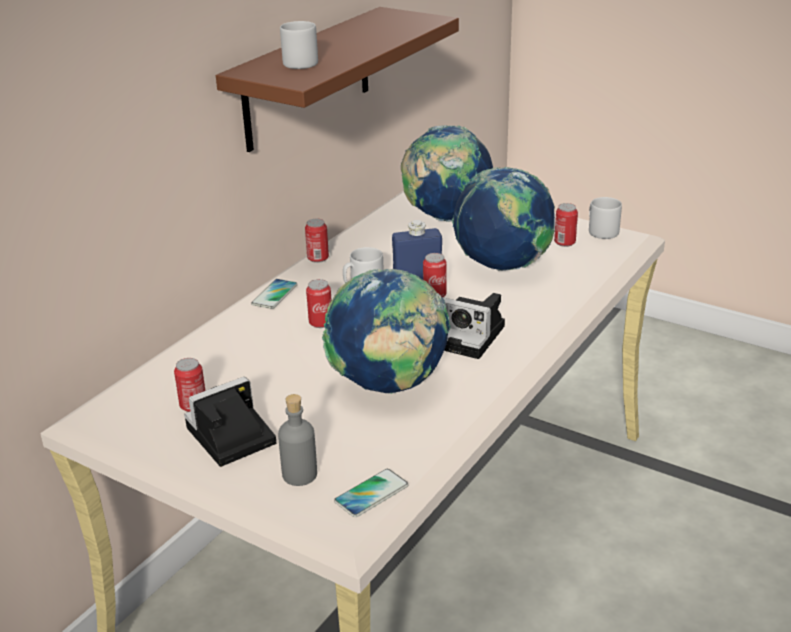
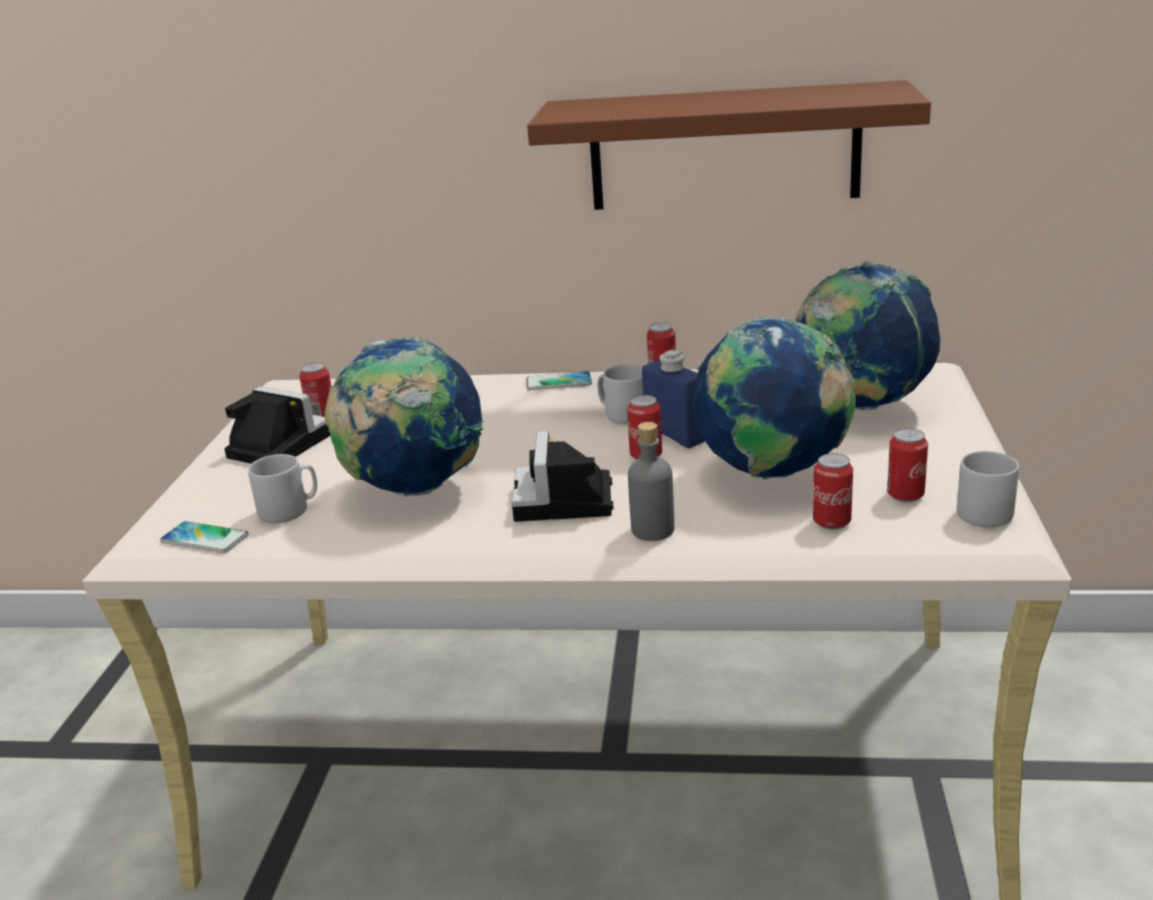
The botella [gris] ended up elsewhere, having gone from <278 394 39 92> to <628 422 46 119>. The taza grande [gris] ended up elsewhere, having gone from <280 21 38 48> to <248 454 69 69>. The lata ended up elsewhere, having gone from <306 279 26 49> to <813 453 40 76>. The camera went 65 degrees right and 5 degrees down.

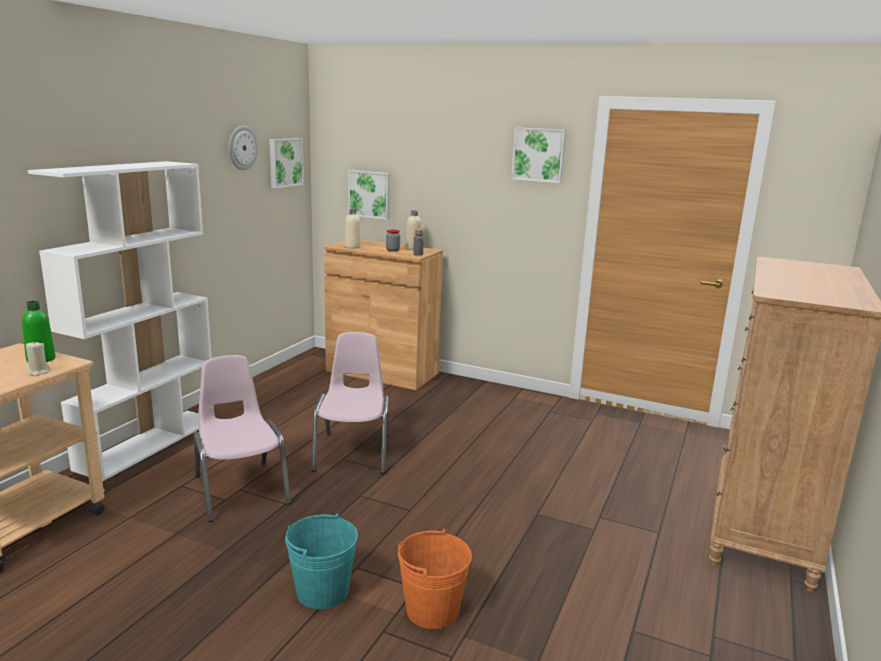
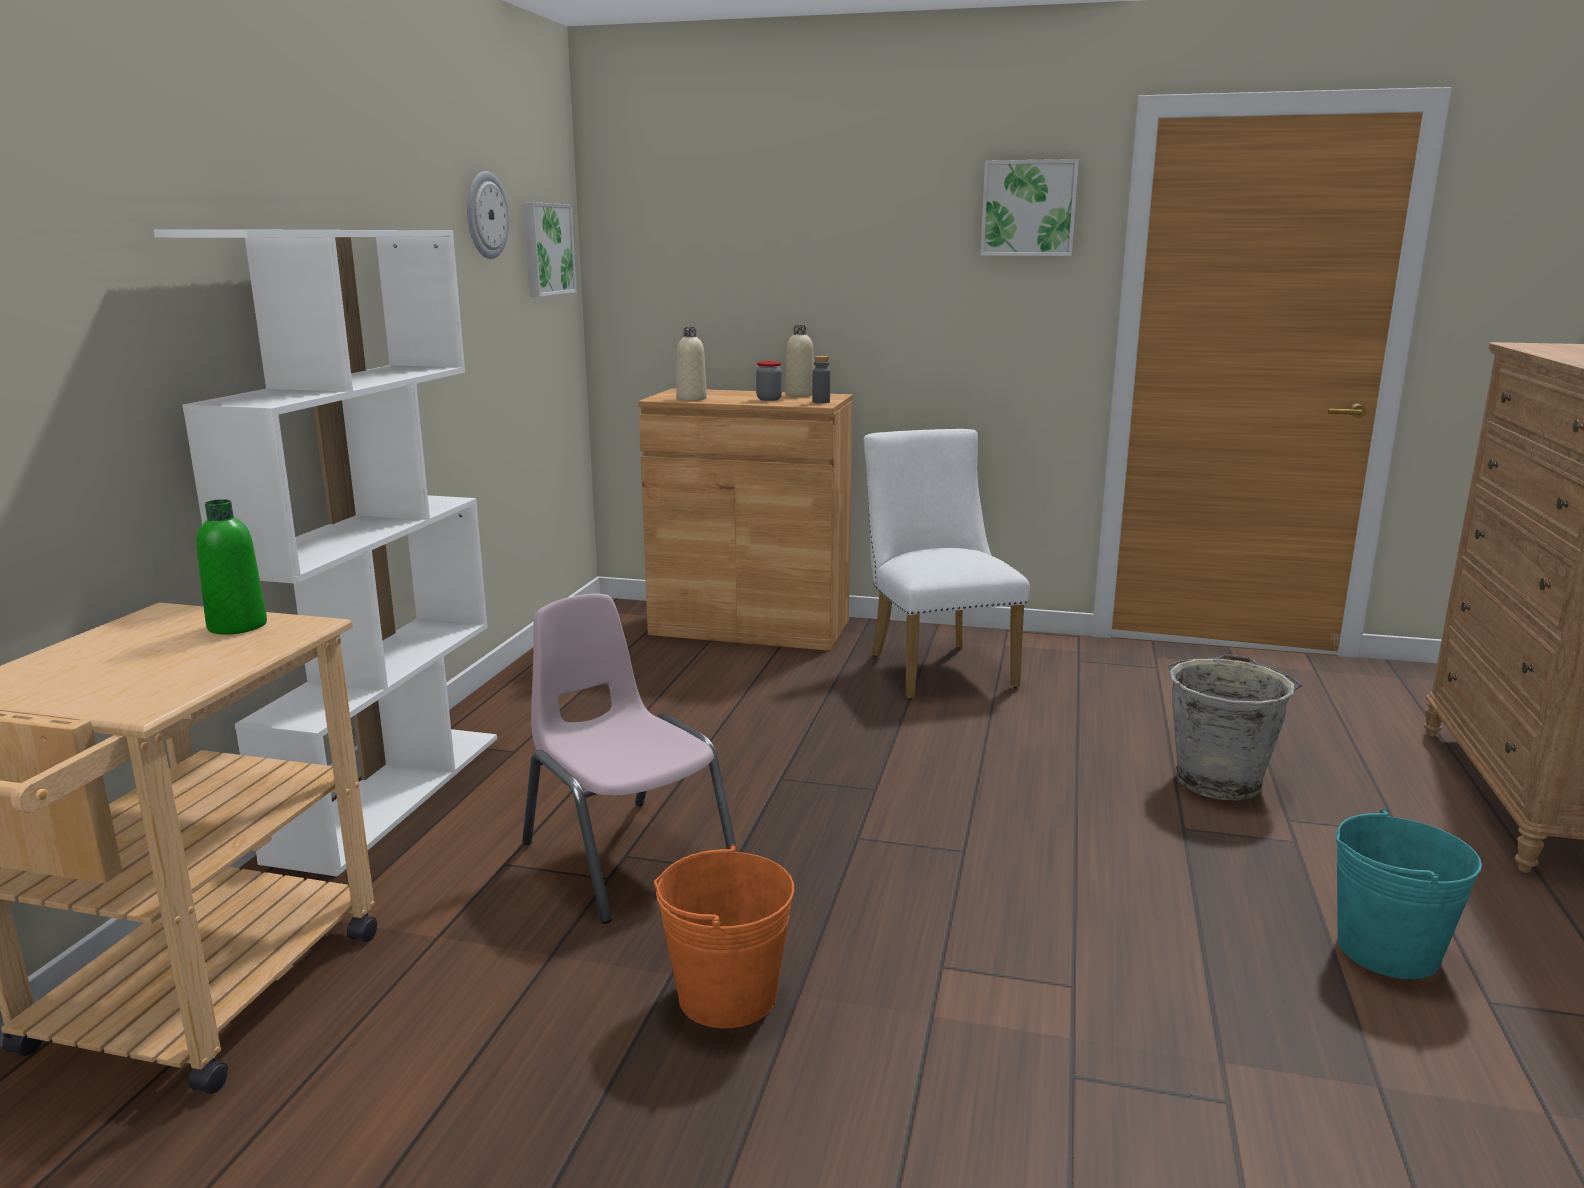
The second view lost the vela [beis] at <26 341 25 35>. The cubo [turquesa] ended up elsewhere, having gone from <285 513 73 96> to <1336 809 146 170>. The second view lost the silla [rosa] at <311 332 78 142>. The second view lost the cuadro at <348 170 42 50>. The cubo [naranja] ended up elsewhere, having gone from <398 529 74 100> to <654 844 140 184>. The second view gained the silla [blanco] at <864 429 166 270>. The second view gained the cubo [gris] at <1168 654 134 147>. The camera went 10 degrees left and 0 degrees up.

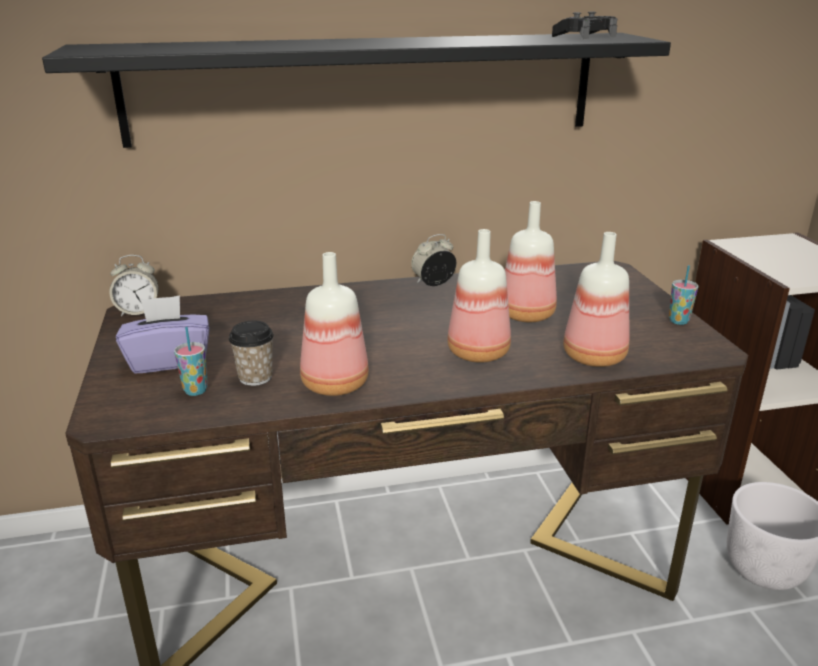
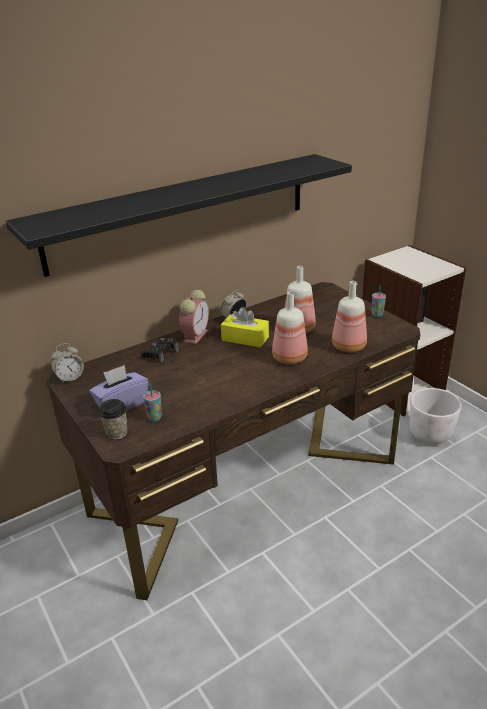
The taza ended up elsewhere, having gone from <229 320 45 66> to <99 399 29 41>. The second view lost the botella at <300 252 69 144>. The mando de consola [negro] ended up elsewhere, having gone from <552 11 65 28> to <141 337 38 26>. The second view gained the despertador at <179 290 30 54>. The second view gained the caja de pañuelos [amarillo] at <221 307 48 41>. The camera went 20 degrees left and 5 degrees up.

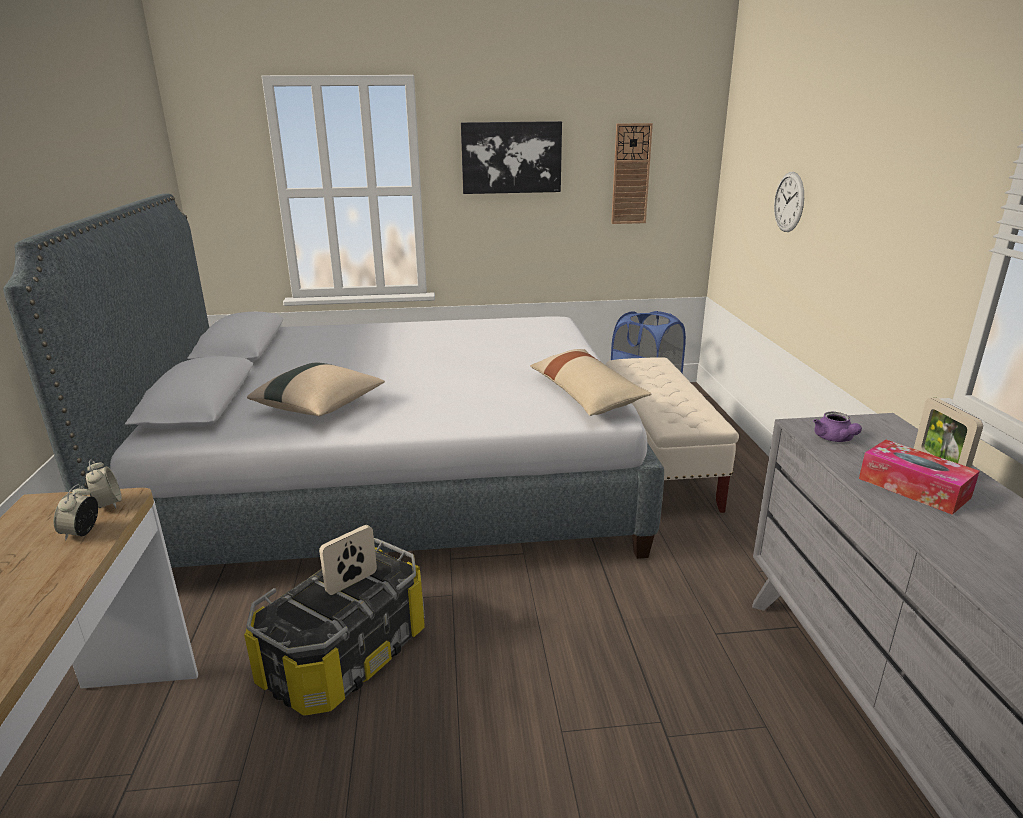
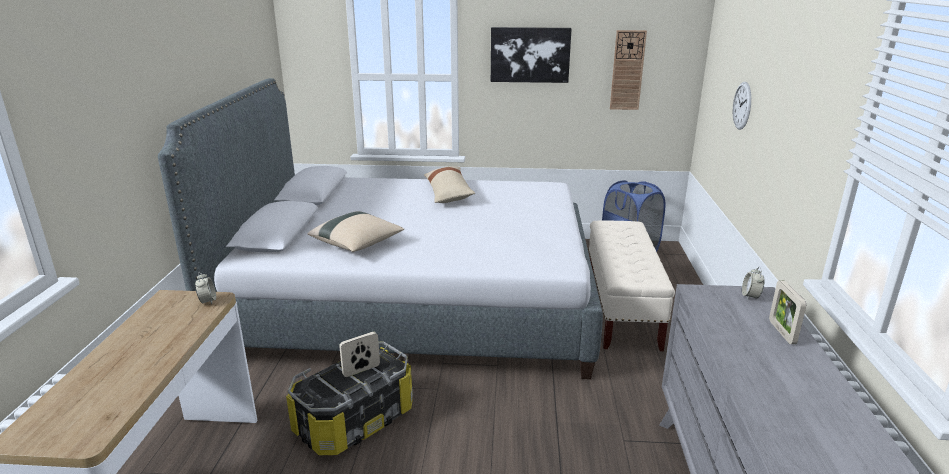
The despertador ended up elsewhere, having gone from <54 484 44 57> to <742 267 22 33>. The cojín [beis] ended up elsewhere, having gone from <530 349 121 67> to <424 166 51 37>. The second view lost the tetera [morado] at <813 412 49 30>. The second view lost the caja de pañuelos at <859 440 121 75>. The camera went 10 degrees right and 0 degrees up.

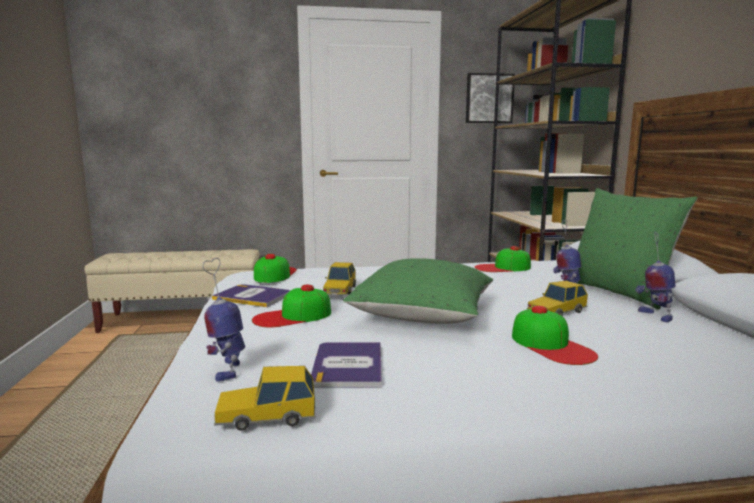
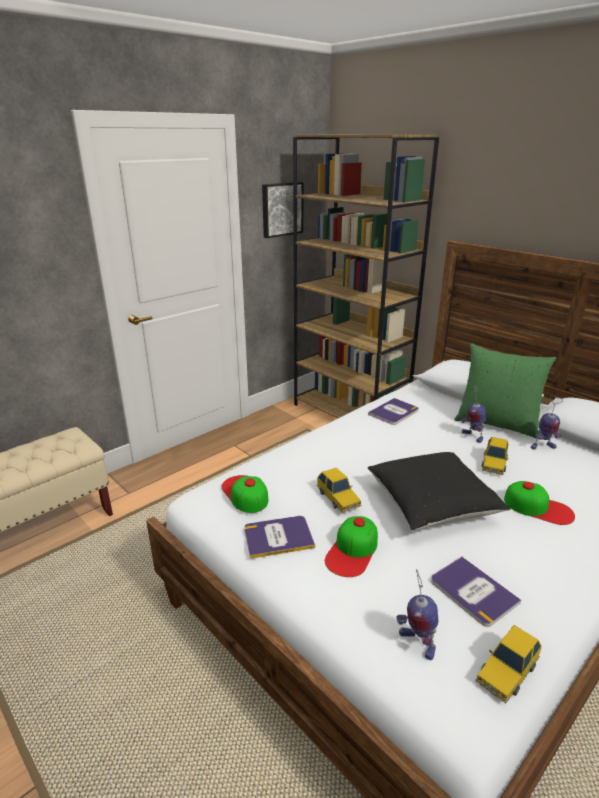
What was the cojín [verde] at <343 258 150 66> turned into the cojín [negro] at <368 452 143 79>. Where the gorra stood at <475 246 56 26>, the libro came to stand at <368 398 50 27>. The robot de juguete at <635 231 40 91> ended up facing another way, 45 degrees counterclockwise from before. The camera went 35 degrees left and 15 degrees up.

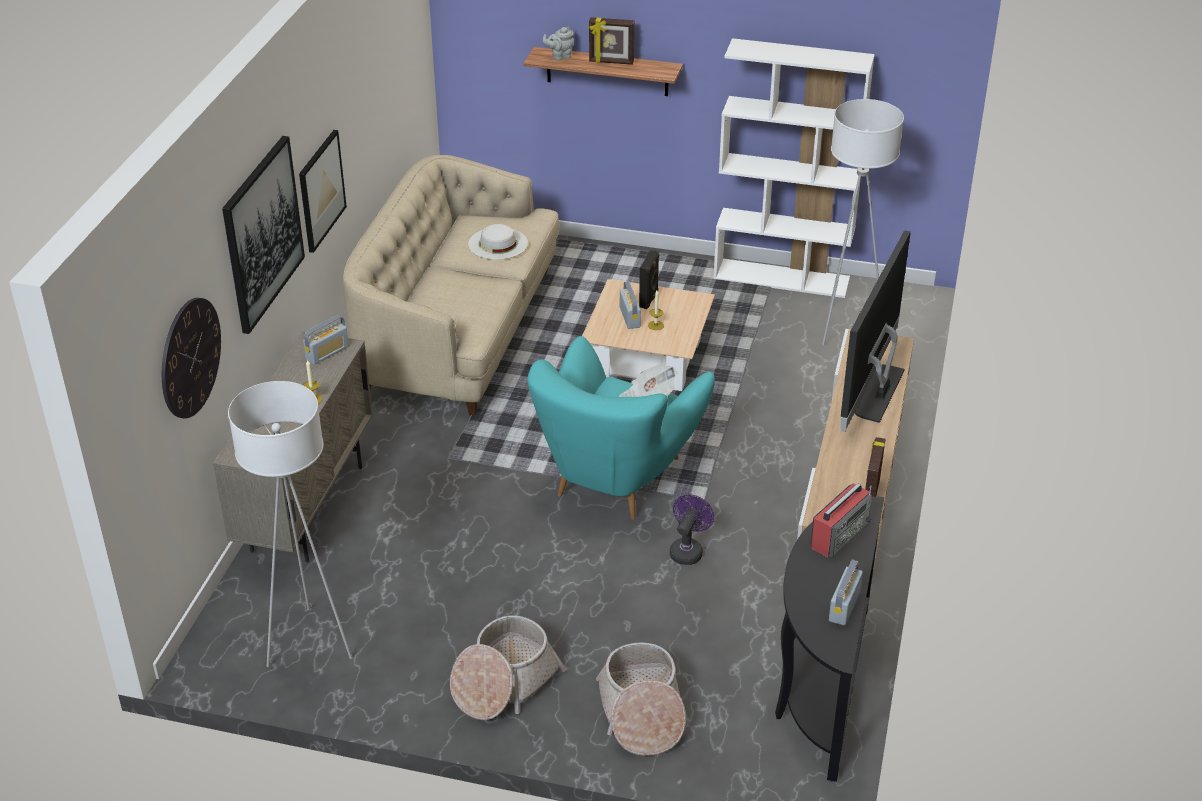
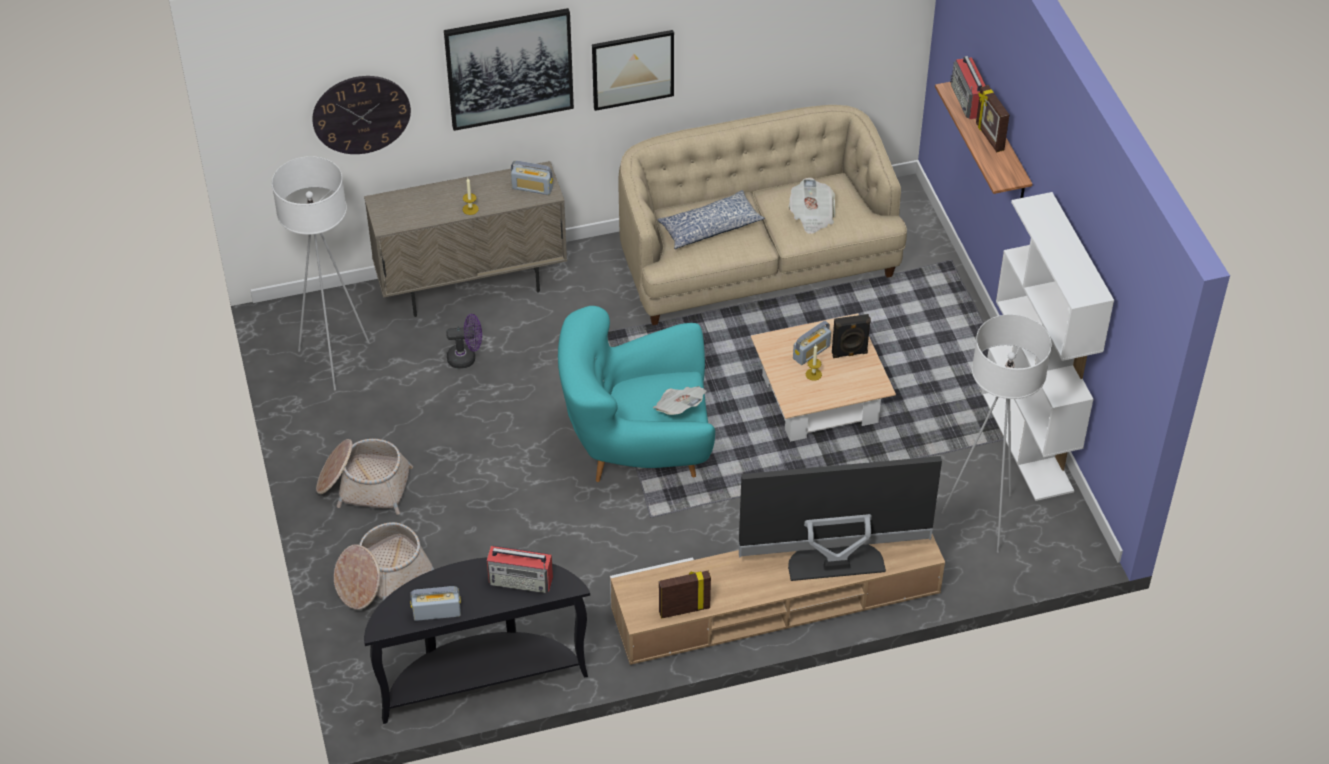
Where the sombrero [blanco] stood at <468 224 60 36>, the periódico came to stand at <788 178 47 56>. Where the tetera [gris] stood at <543 27 31 33>, the radio came to stand at <950 56 37 63>. The ventilador [morado] ended up elsewhere, having gone from <670 494 44 71> to <446 314 36 55>. The second view gained the cojín at <657 190 108 59>. The camera went 60 degrees right and 10 degrees up.

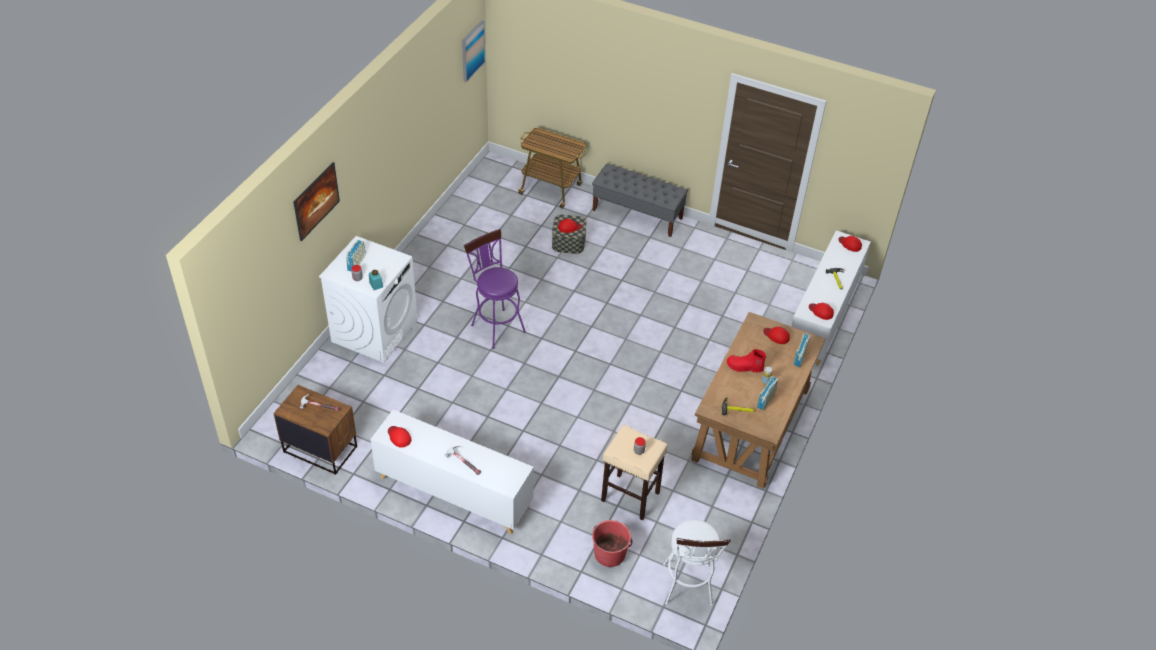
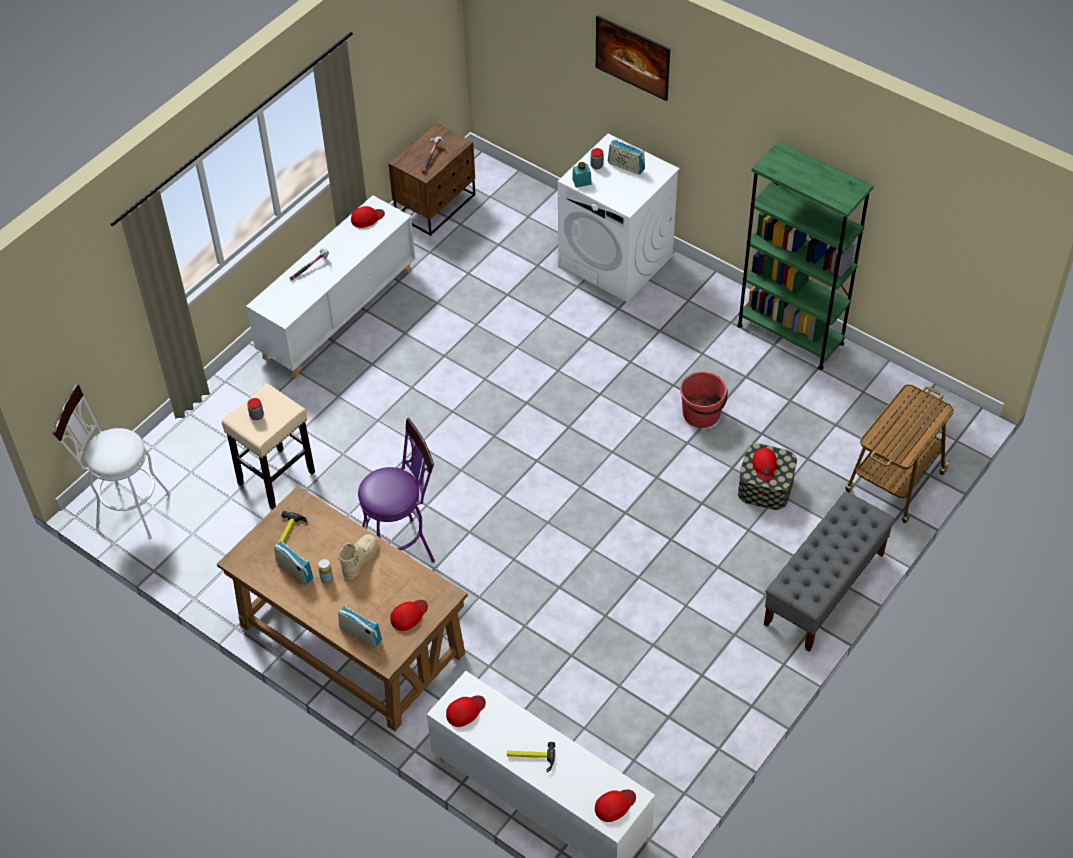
The second view lost the cuadro at <462 20 23 62>. The taburete [morado] ended up elsewhere, having gone from <464 229 62 120> to <358 418 77 145>. The cubo [rojo] ended up elsewhere, having gone from <592 520 40 47> to <680 372 48 56>. What was the bota [rojo] at <727 349 39 24> turned into the bota [beis] at <338 534 41 45>. The second view gained the estantería [verde] at <737 141 137 229>. The camera went 105 degrees right and 5 degrees up.

